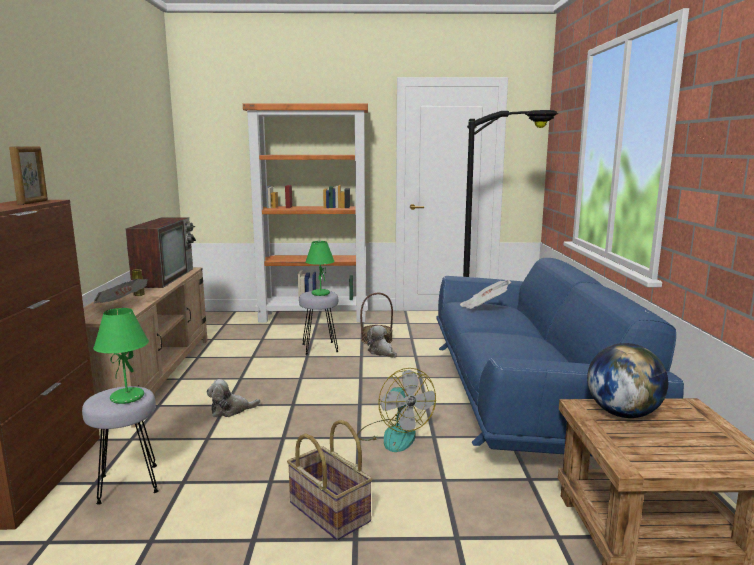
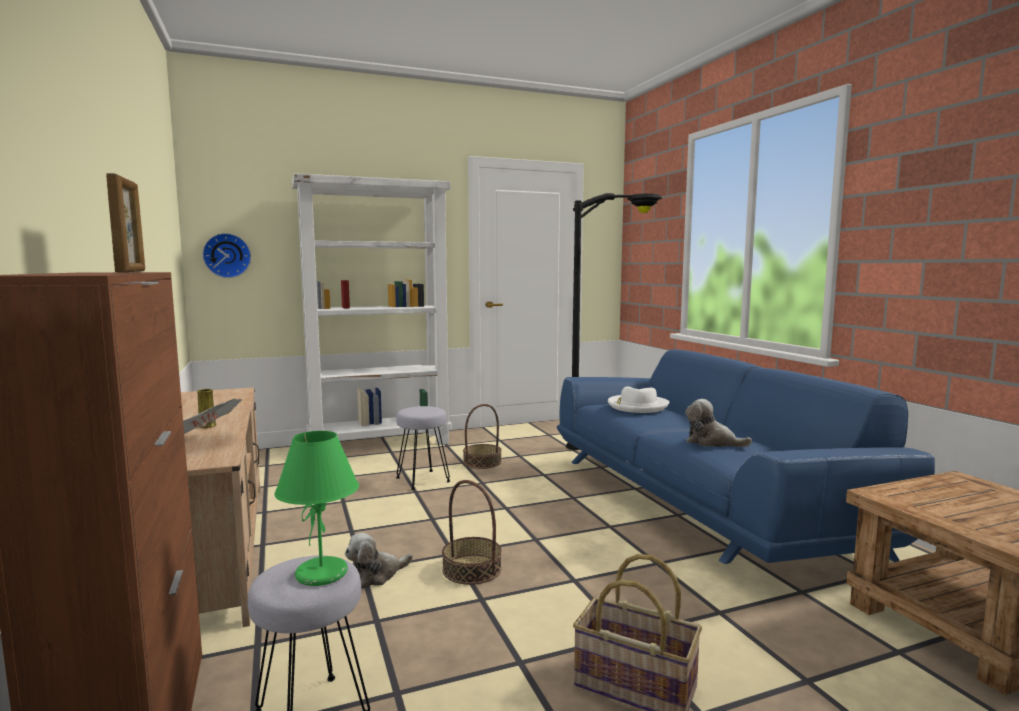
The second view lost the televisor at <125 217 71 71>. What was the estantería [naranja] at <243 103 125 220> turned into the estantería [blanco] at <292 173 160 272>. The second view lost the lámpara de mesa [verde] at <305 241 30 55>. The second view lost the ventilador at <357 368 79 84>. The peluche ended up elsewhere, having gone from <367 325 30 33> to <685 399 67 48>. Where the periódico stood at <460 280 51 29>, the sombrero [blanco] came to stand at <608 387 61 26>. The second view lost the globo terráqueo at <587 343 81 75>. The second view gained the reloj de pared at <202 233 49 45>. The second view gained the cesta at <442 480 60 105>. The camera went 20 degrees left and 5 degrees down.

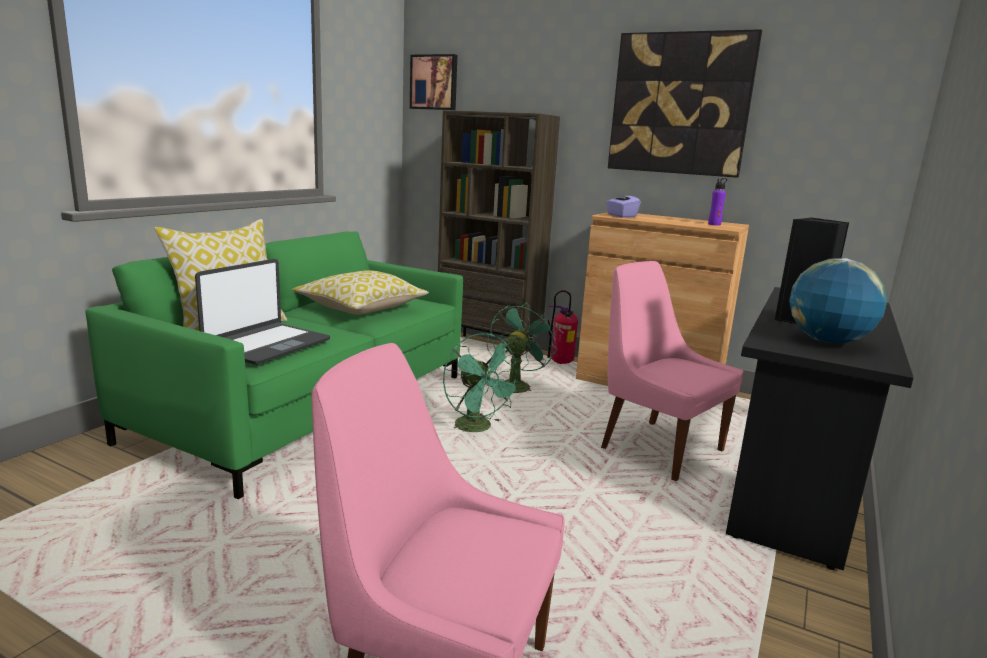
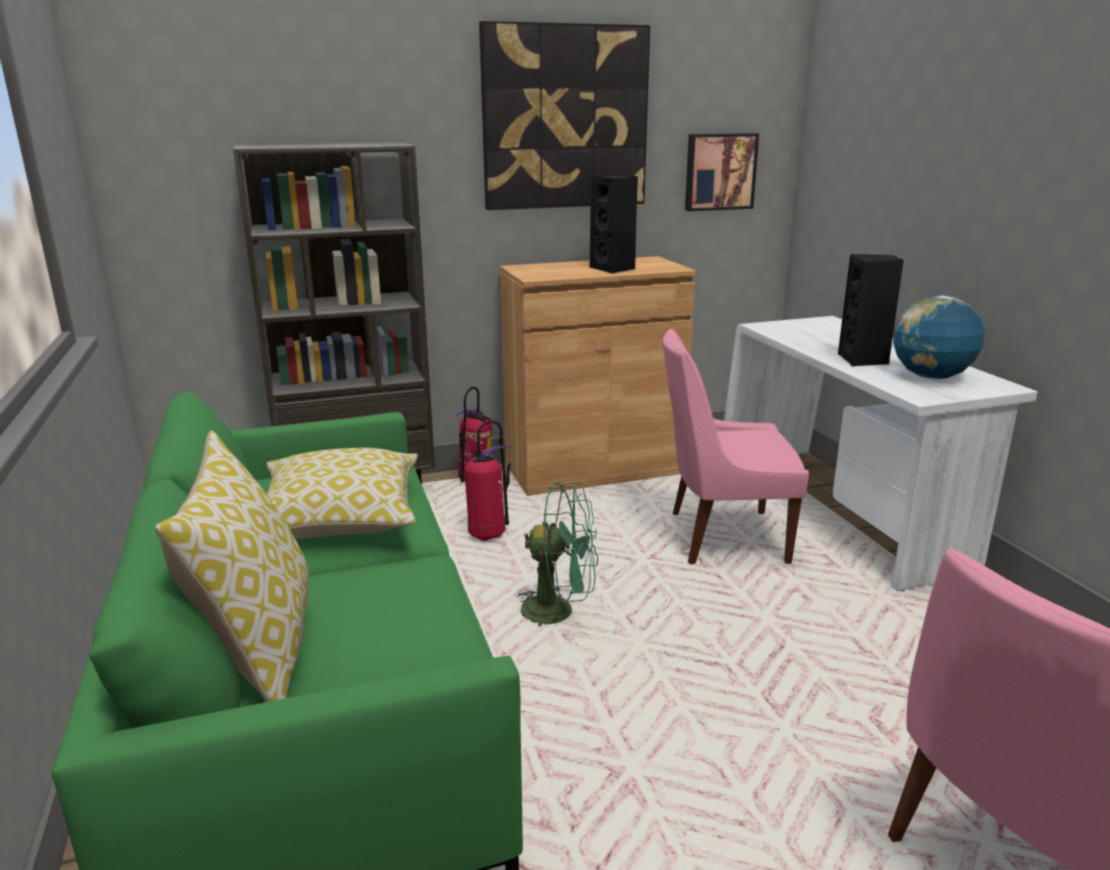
The second view lost the portátil at <195 259 135 106>. The cuadro ended up elsewhere, having gone from <410 54 47 56> to <685 133 74 78>. Where the ventilador [verde] stood at <490 302 67 91>, the extintor came to stand at <465 420 47 121>. The second view lost the caja de pañuelos [morado] at <606 189 35 29>. The second view lost the botella [morado] at <708 178 19 48>. What was the escritorio [negro] at <726 287 188 283> turned into the escritorio [blanco] at <724 316 314 275>. The second view gained the altavoz [negro] at <590 175 48 99>. The camera went 45 degrees left and 5 degrees up.

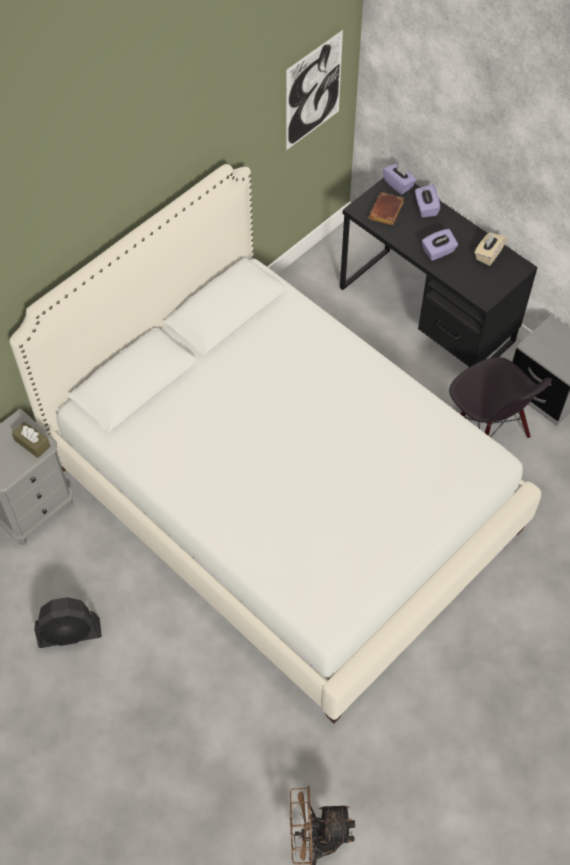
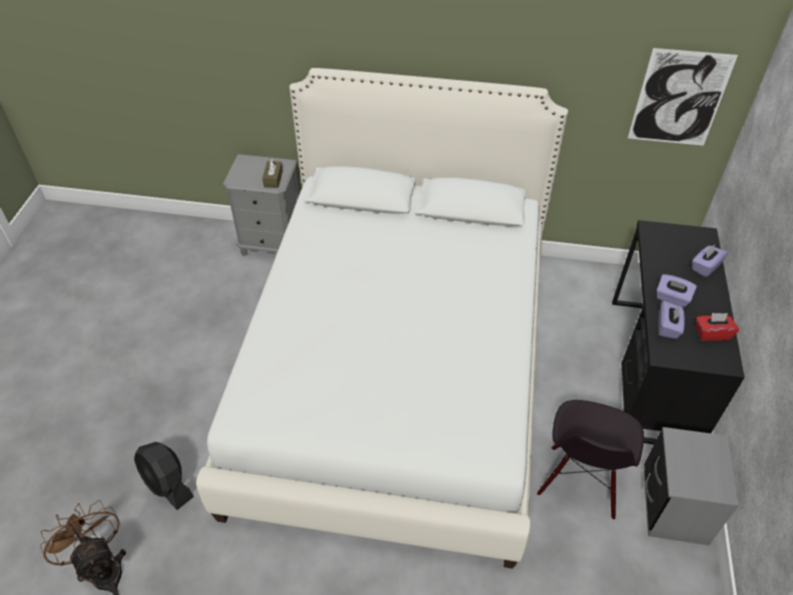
The ventilador [negro] ended up elsewhere, having gone from <34 597 68 51> to <134 442 60 68>. The second view lost the libro [marrón] at <369 192 35 33>. The caja de pañuelos [morado] ended up elsewhere, having gone from <383 163 34 32> to <659 301 26 38>. What was the caja de pañuelos [beis] at <474 233 33 33> turned into the caja de pañuelos [rojo] at <696 313 43 28>. The camera went 55 degrees right and 10 degrees down.

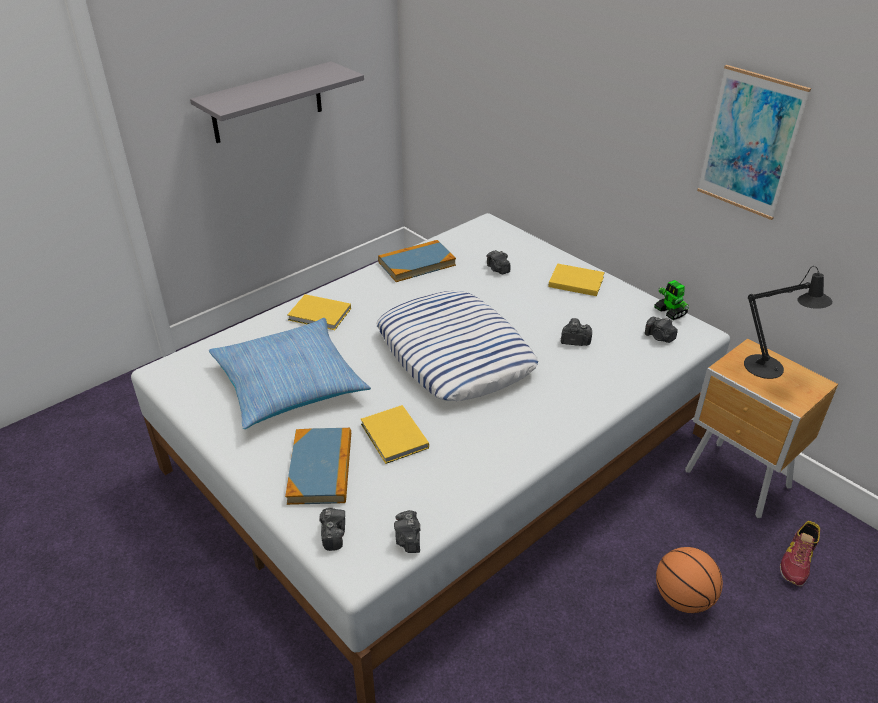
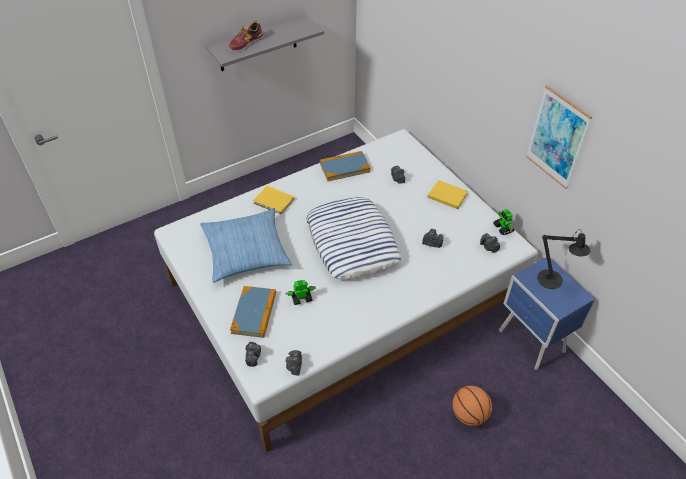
Where the libro [amarillo] stood at <361 405 68 59>, the robot de juguete came to stand at <285 280 31 25>. What was the mesita de noche [marrón] at <685 339 153 179> turned into the mesita de noche [azul] at <499 257 96 113>. The zapato ended up elsewhere, having gone from <780 521 40 66> to <229 21 35 31>. The camera went 10 degrees right and 10 degrees up.

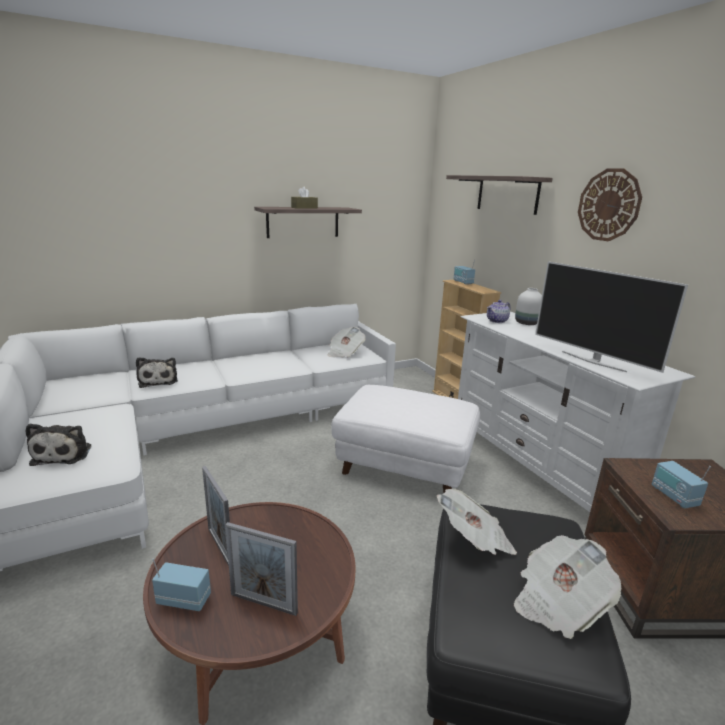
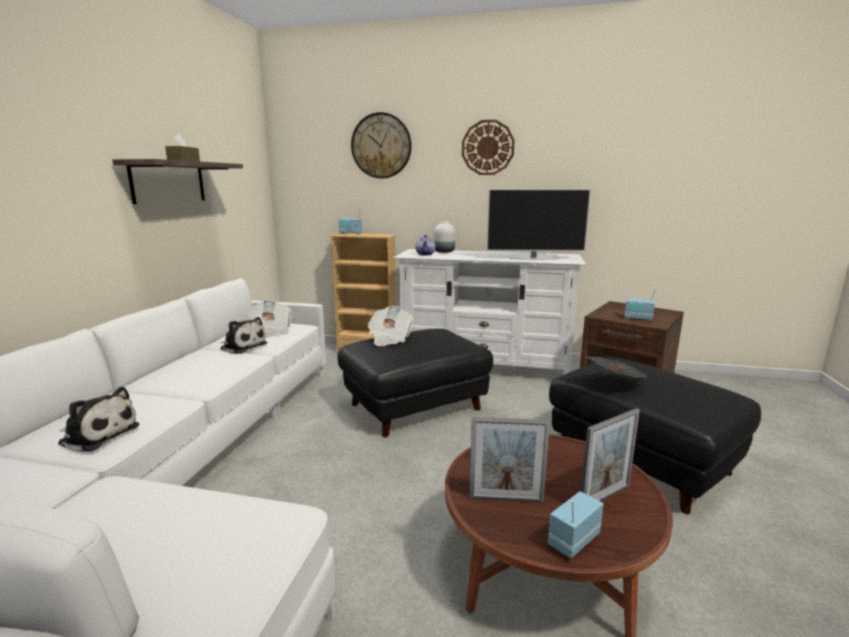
The peluche ended up elsewhere, having gone from <26 424 65 42> to <220 317 47 37>. What was the puf [blanco] at <331 385 149 108> turned into the puf [negro] at <337 328 156 109>. Where the estante hung at <446 175 107 40>, the reloj de pared came to hang at <351 112 61 66>. The periódico ended up elsewhere, having gone from <514 535 107 104> to <367 306 47 40>. The camera went 50 degrees left and 5 degrees down.

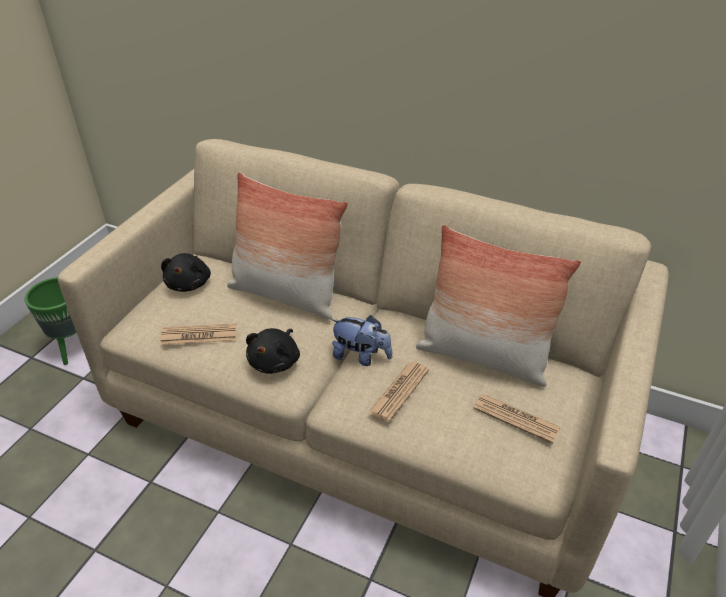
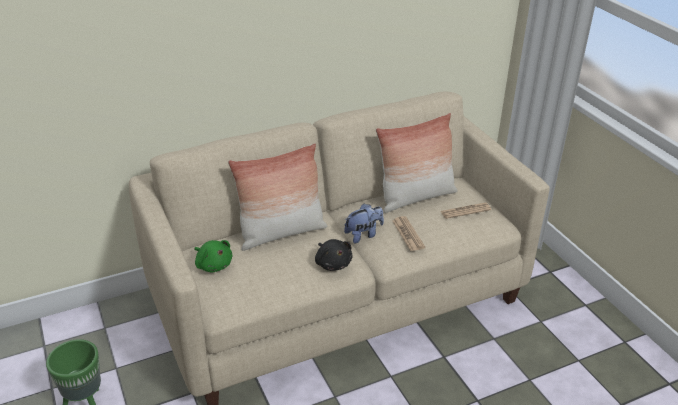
The second view lost the periódico at <160 324 77 21>. What was the peluche [negro] at <161 253 50 39> turned into the peluche [verde] at <194 240 38 32>. The camera went 50 degrees left and 5 degrees down.

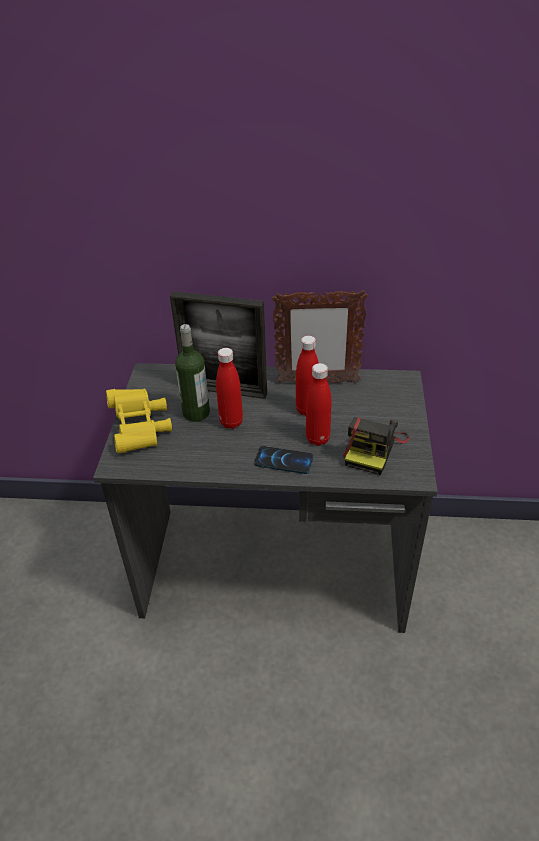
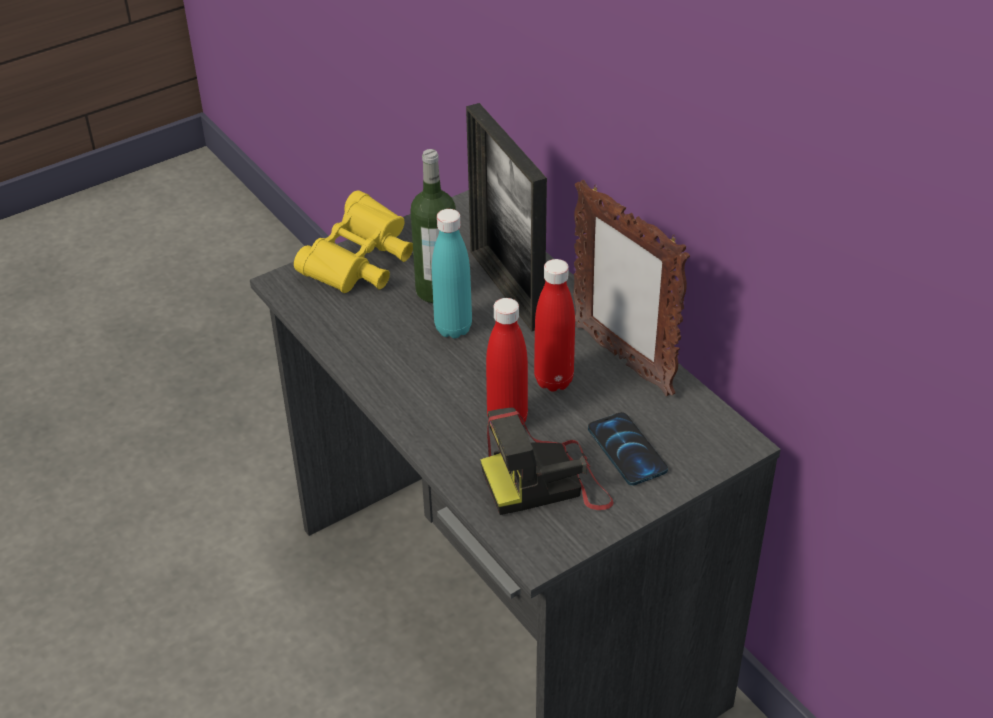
What was the botella [rojo] at <216 348 27 81> turned into the botella [turquesa] at <432 209 40 129>. The móvil ended up elsewhere, having gone from <254 446 59 28> to <588 412 80 74>. The camera went 50 degrees right and 0 degrees up.

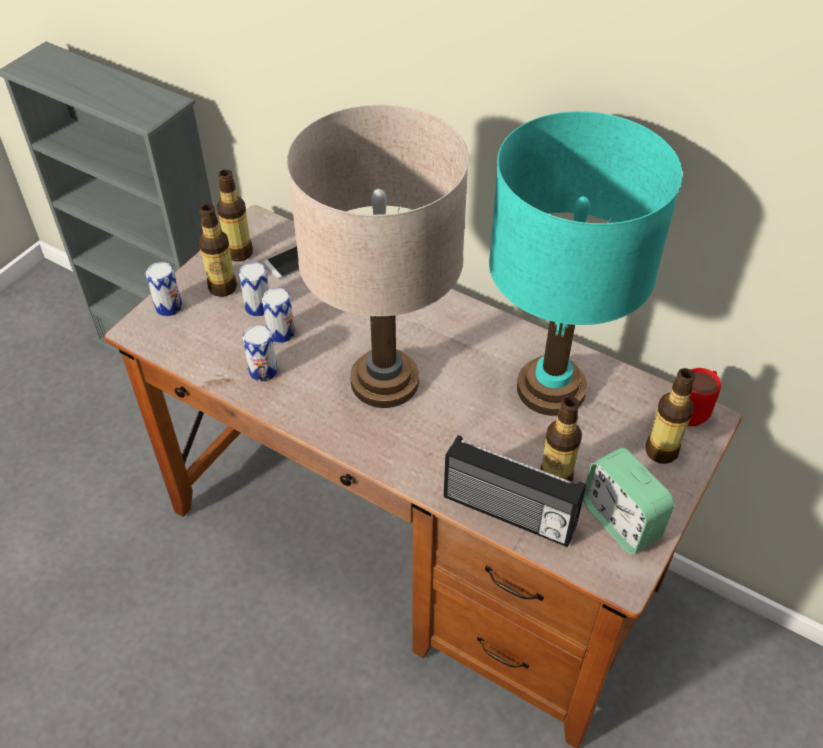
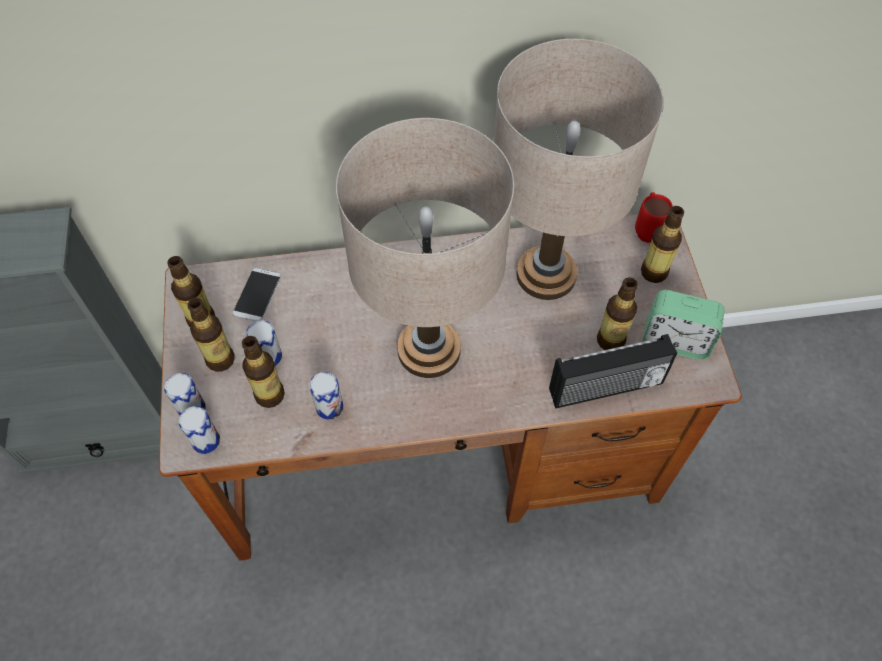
The lata ended up elsewhere, having gone from <262 288 33 55> to <178 406 42 48>. What was the lámpara de mesa [turquesa] at <489 111 193 305> turned into the lámpara de mesa [beis] at <494 39 170 261>. The second view gained the botella at <242 336 43 72>. The camera went 40 degrees left and 10 degrees up.

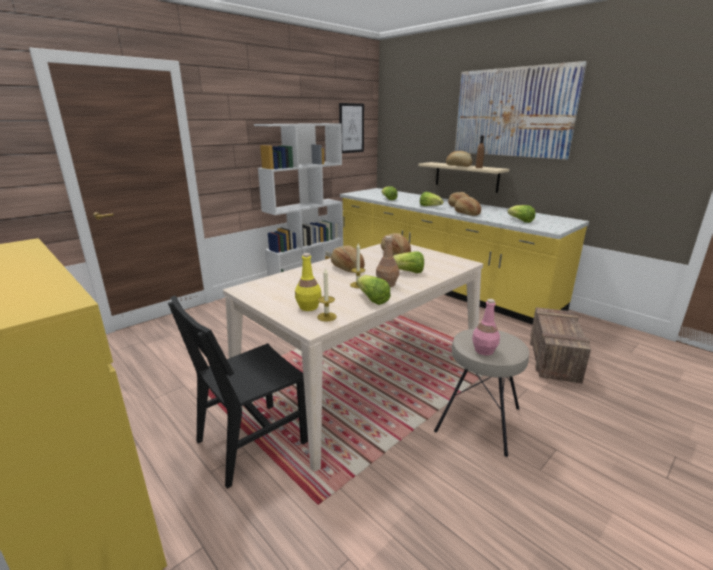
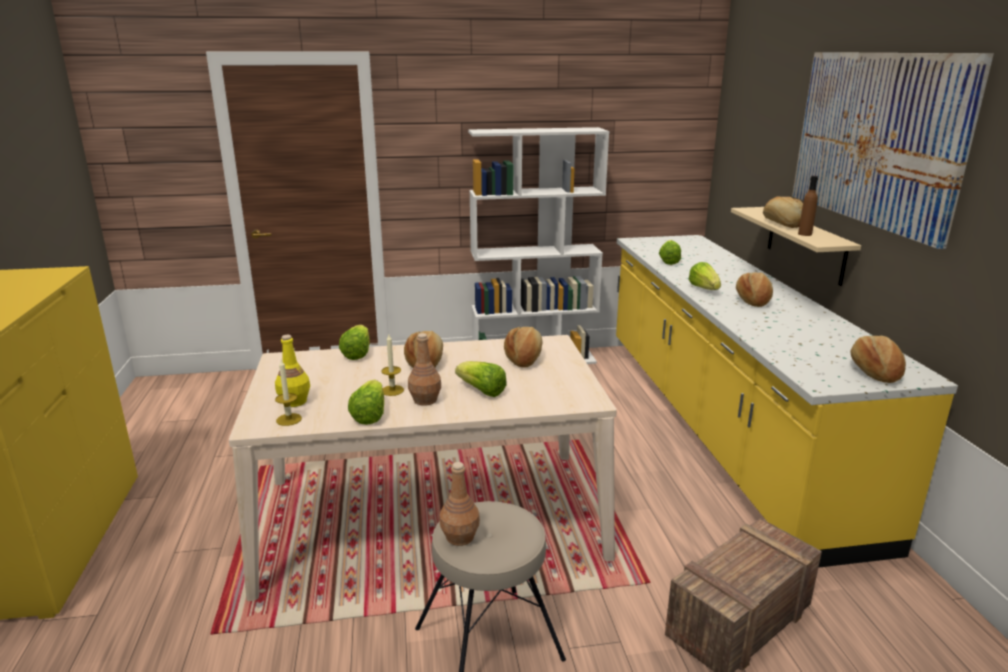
The second view lost the silla [negro] at <168 296 140 193>. The second view lost the cuadro at <339 103 25 50>. The pan ended up elsewhere, having gone from <454 197 27 19> to <850 336 56 47>. What was the botella [rosa] at <472 299 28 56> turned into the botella [marrón] at <440 462 40 84>. The lechuga ended up elsewhere, having gone from <508 205 27 18> to <339 325 31 35>. The camera went 35 degrees right and 0 degrees up.

